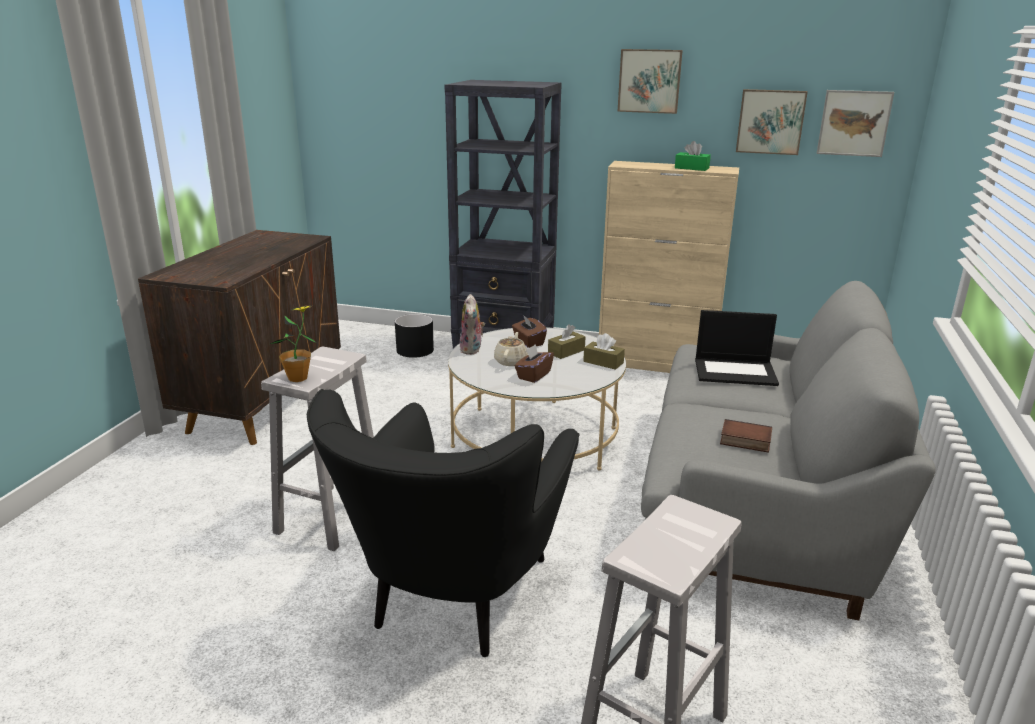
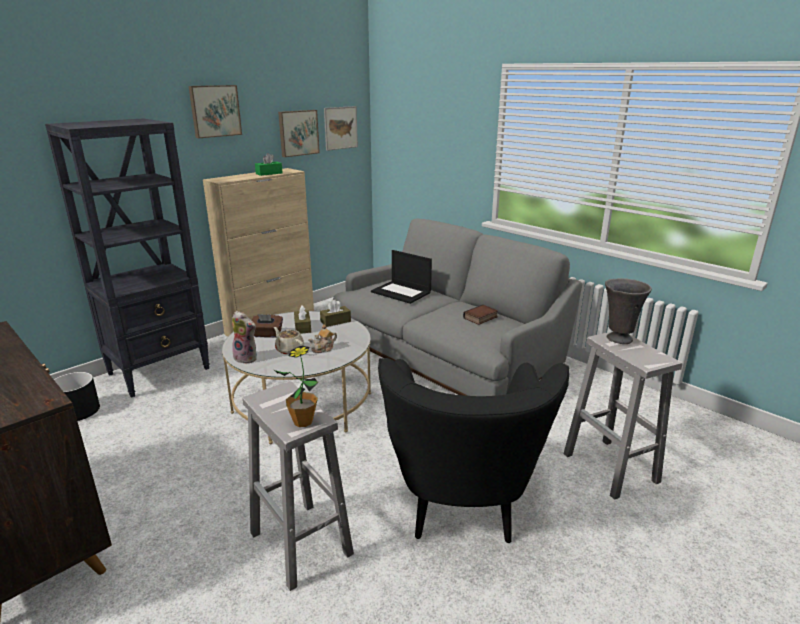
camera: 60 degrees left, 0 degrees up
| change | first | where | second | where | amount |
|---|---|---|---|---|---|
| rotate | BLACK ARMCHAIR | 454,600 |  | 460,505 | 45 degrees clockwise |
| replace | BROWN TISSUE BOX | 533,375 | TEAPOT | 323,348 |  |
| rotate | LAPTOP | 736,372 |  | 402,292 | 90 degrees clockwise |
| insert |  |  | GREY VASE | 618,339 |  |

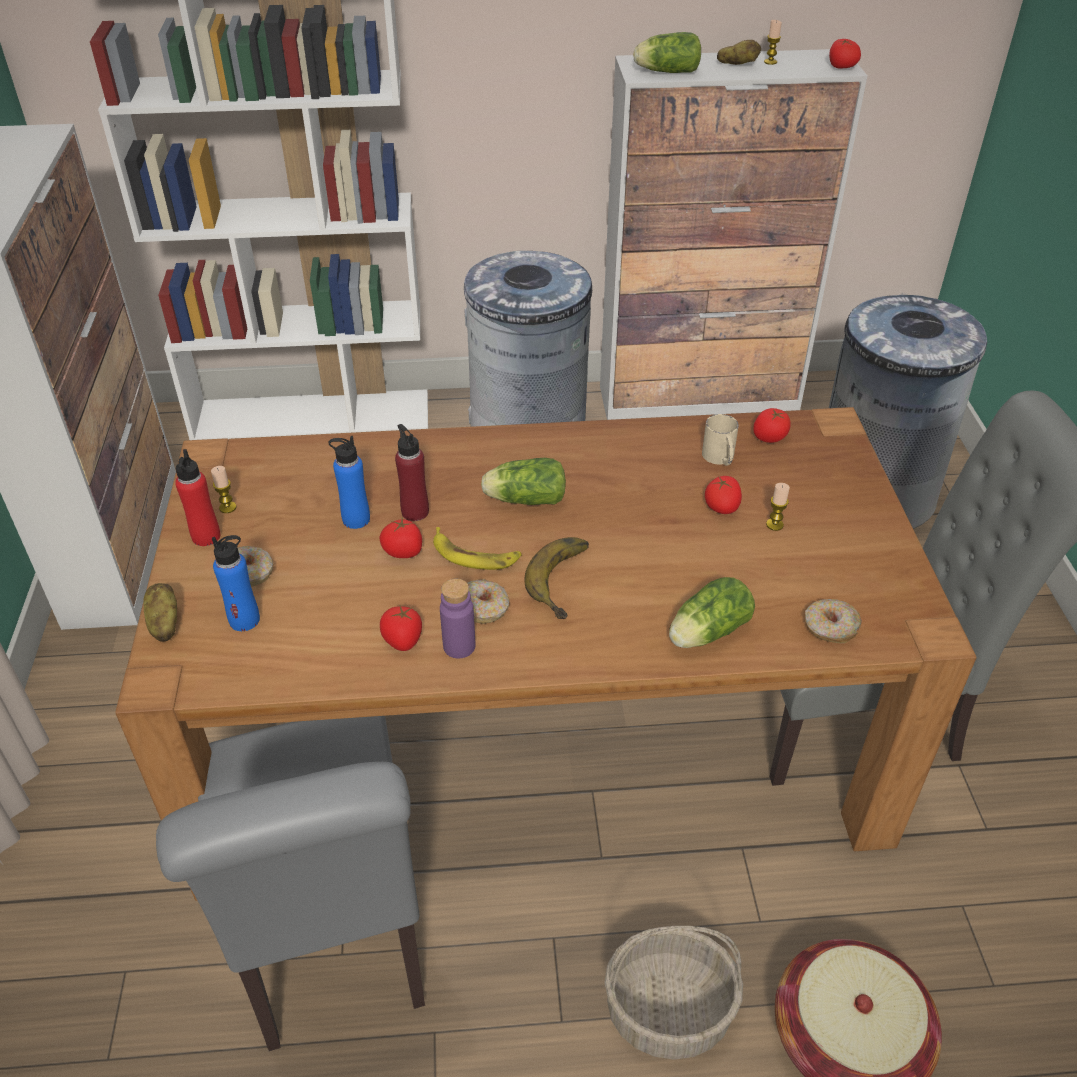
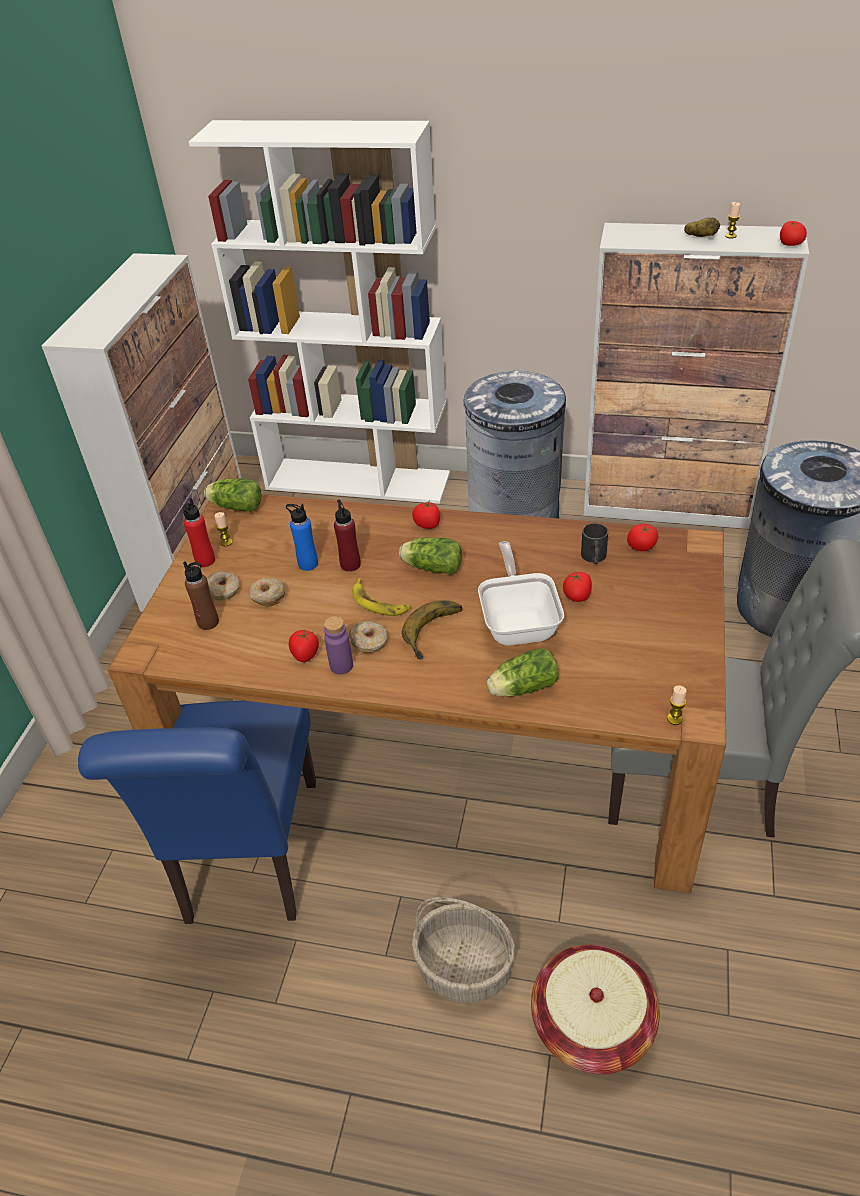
camera: 20 degrees right, 0 degrees up
| change | first | where | second | where | amount |
|---|---|---|---|---|---|
| delete | POTATO | 164,624 |  |  |  |
| recolor | GREY CHAIR | 332,938 | BLUE CHAIR | 249,859 |  |
| recolor | BLUE BOTTLE | 244,620 | BROWN BOTTLE | 208,622 |  |
| move | TOMATO | 403,551 |  | 427,524 |  |
| move | LETTUCE | 665,71 |  | 235,506 |  |
| recolor | BEIGE MUG | 720,458 | BLACK MUG | 594,558 |  |
| move | CANDLE | 774,525 |  | 674,719 |  |
| move | DONUT | 830,627 |  | 268,596 |  |
| insert |  |  | FRYING PAN | 519,622 |  |

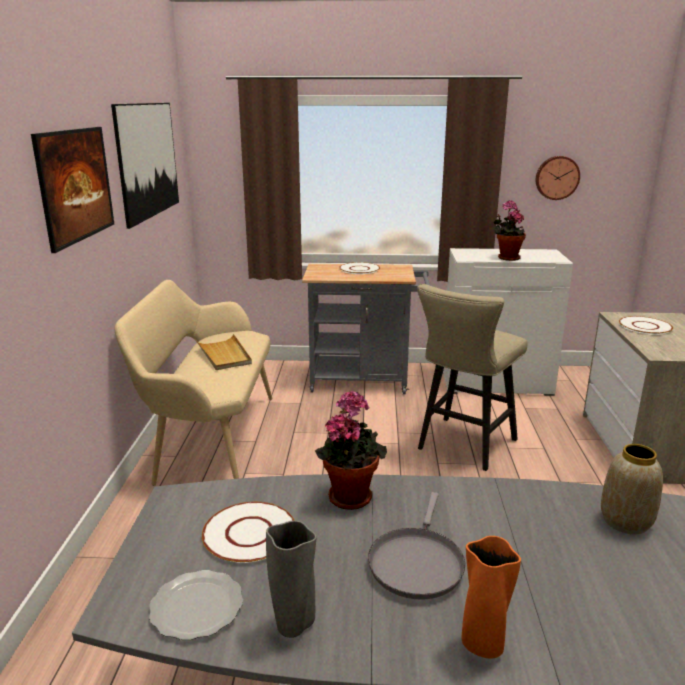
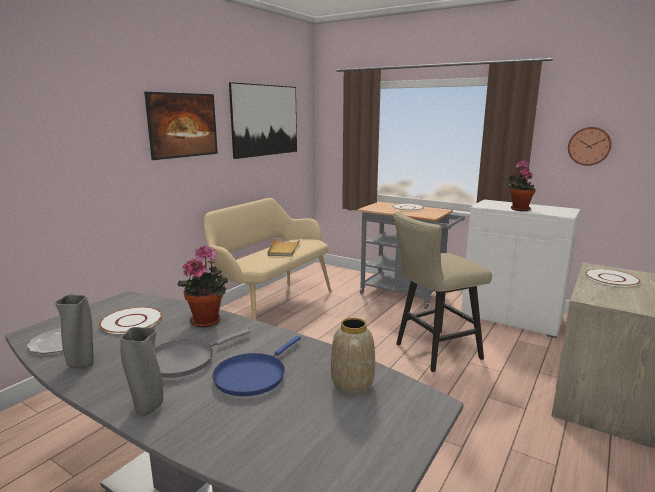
camera: 30 degrees right, 5 degrees down
| change | first | where | second | where | amount |
|---|---|---|---|---|---|
| recolor | ORANGE VASE | 483,645 | GREY VASE | 147,408 |  |
| insert |  |  | BLUE FRYING PAN | 252,375 |  |

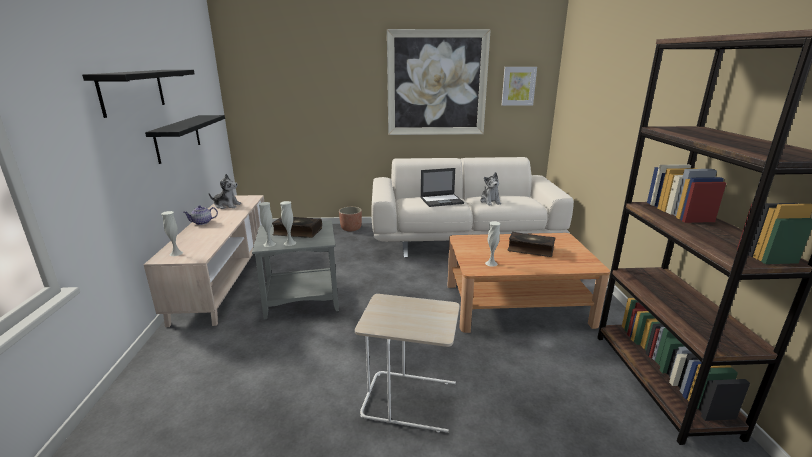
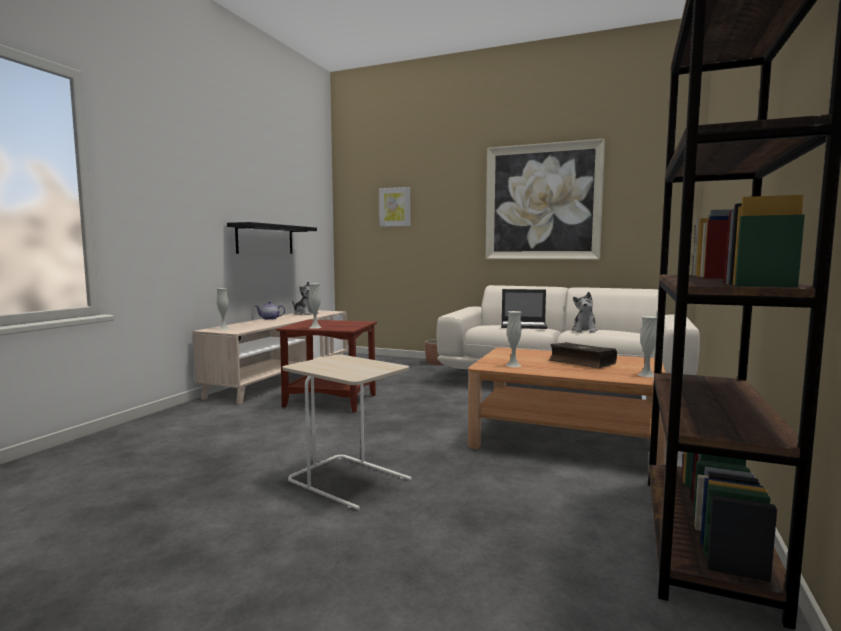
camera: 25 degrees right, 15 degrees down
| change | first | where | second | where | amount |
|---|---|---|---|---|---|
| delete | BLACK SHELF | 133,91 |  |  |  |
| recolor | GREY SIDE TABLE | 302,299 | BROWN SIDE TABLE | 331,400 |  |
| move | WHITE VASE | 269,244 |  | 646,375 |  |
| delete | BOOK | 297,232 |  |  |  |
| move | PICTURE | 518,86 |  | 395,207 |  |

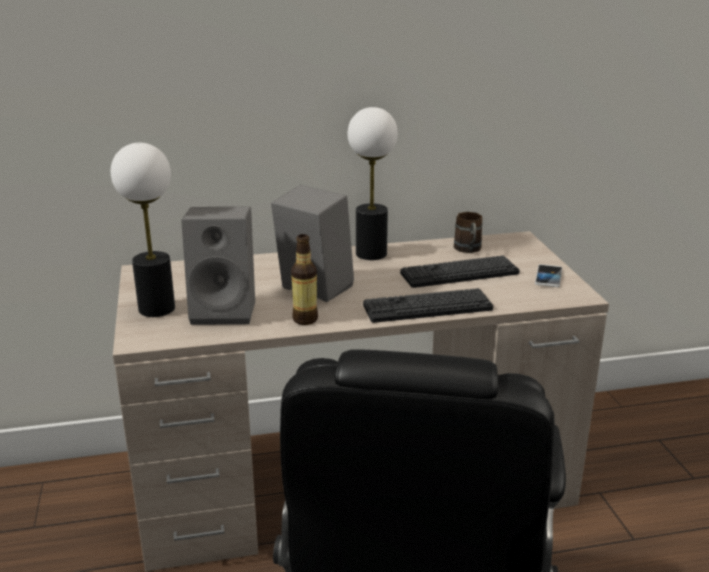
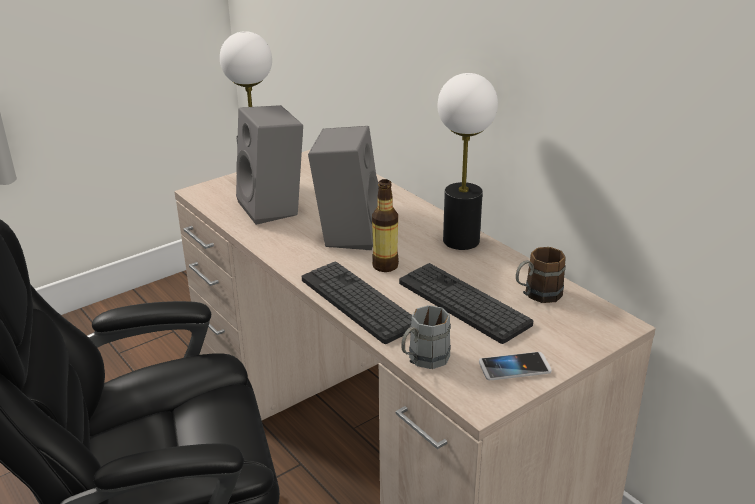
camera: 65 degrees right, 5 degrees up
| change | first | where | second | where | amount |
|---|---|---|---|---|---|
| move | BOTTLE | 305,319 |  | 385,266 |  |
| insert |  |  | GREY MUG | 423,361 |  |

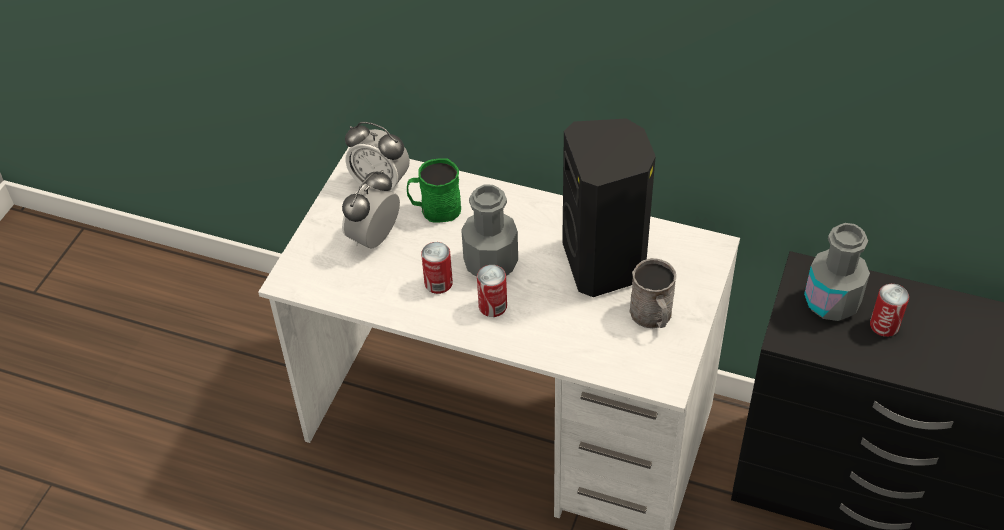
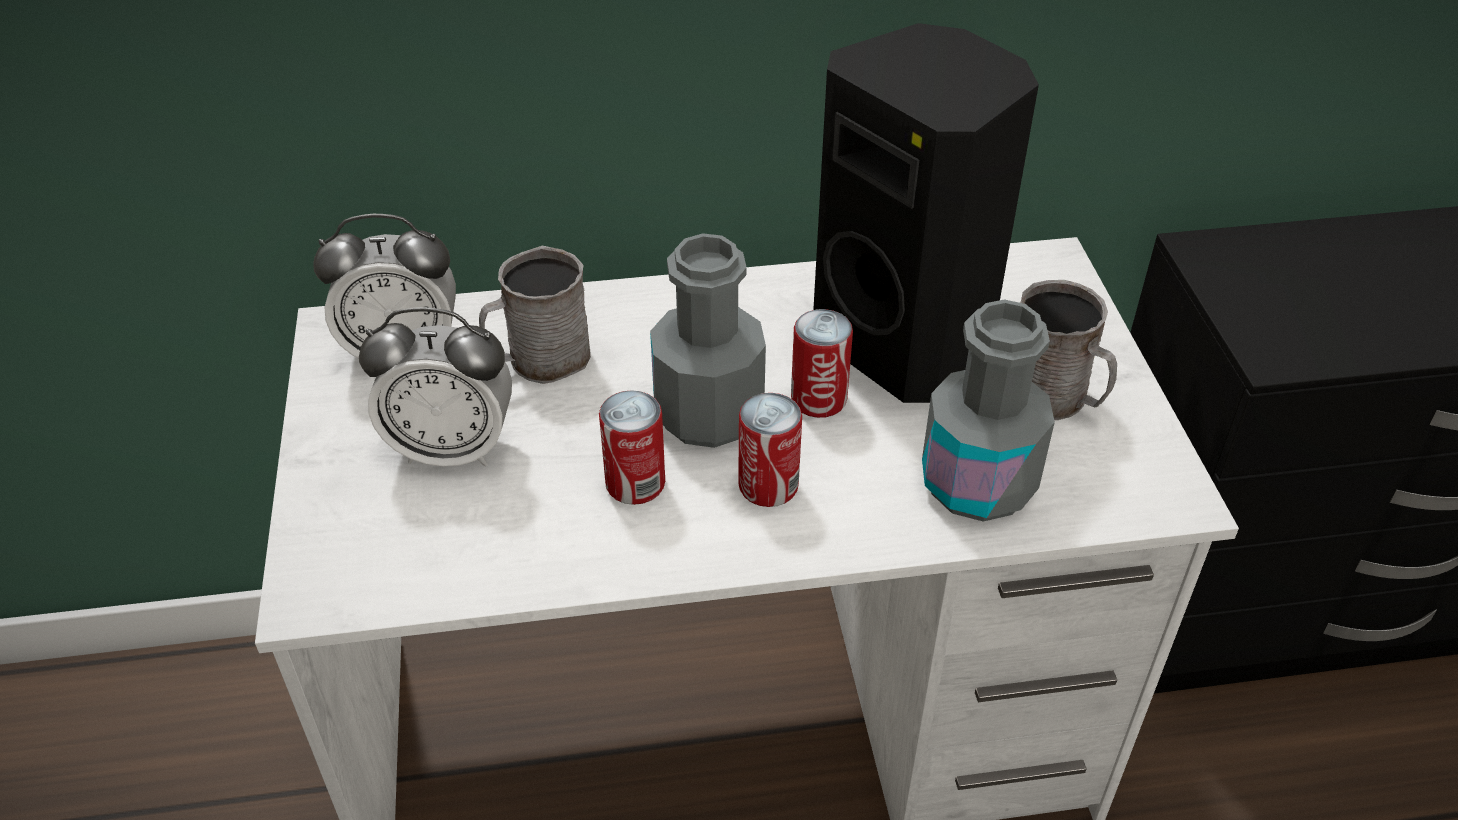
camera: 30 degrees left, 5 degrees down
| change | first | where | second | where | amount |
|---|---|---|---|---|---|
| rotate | ALARM CLOCK | 374,238 |  | 452,449 | 90 degrees counterclockwise |
| recolor | GREEN MUG | 435,209 | GREY MUG | 538,360 |  |
| move | GREY BOTTLE | 831,302 |  | 977,483 |  |
| move | CAN | 884,325 |  | 818,399 |  |

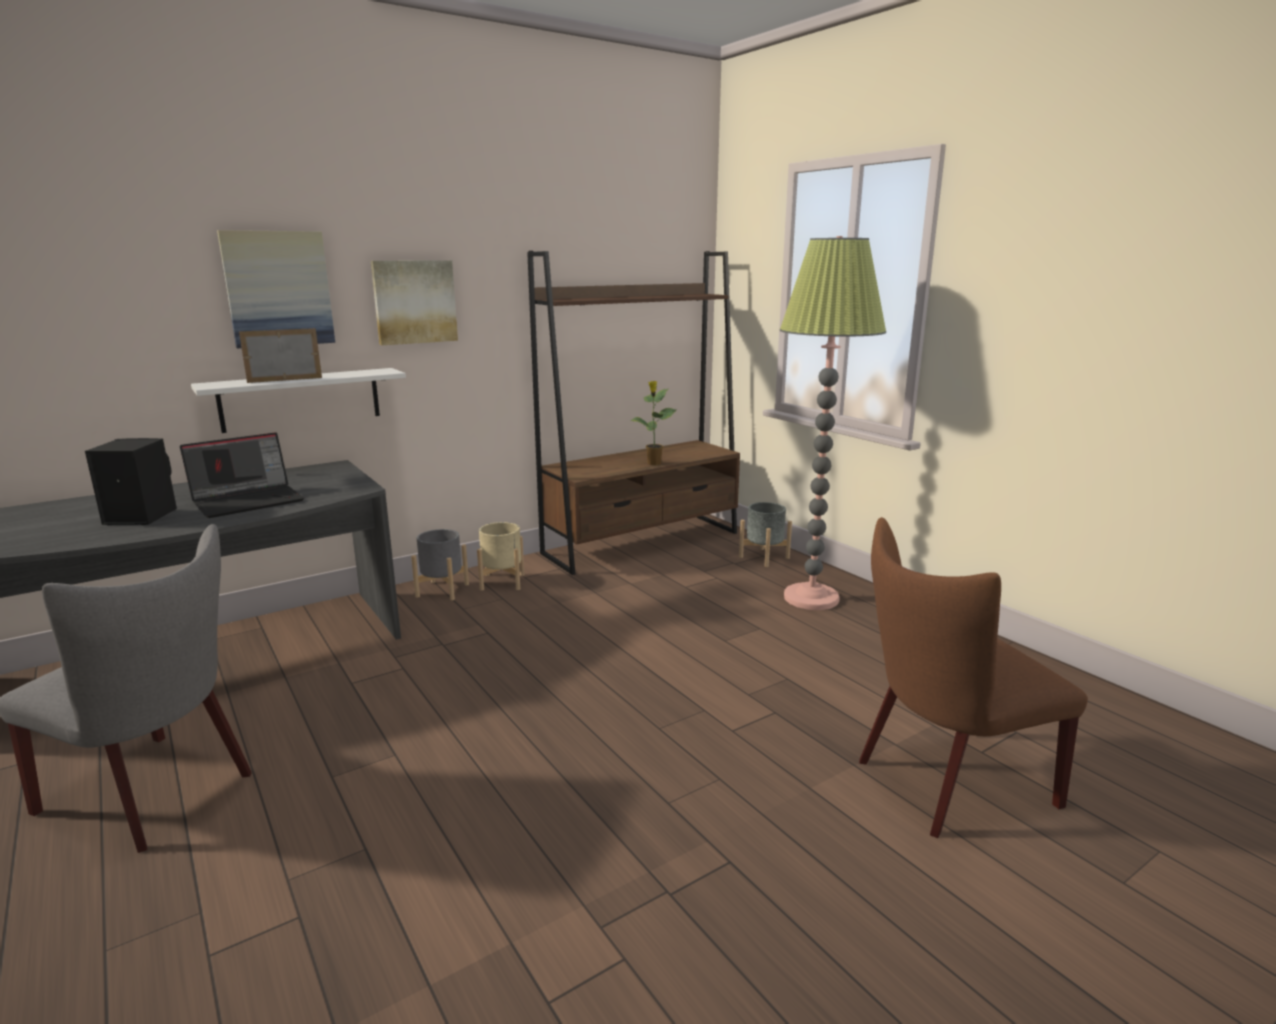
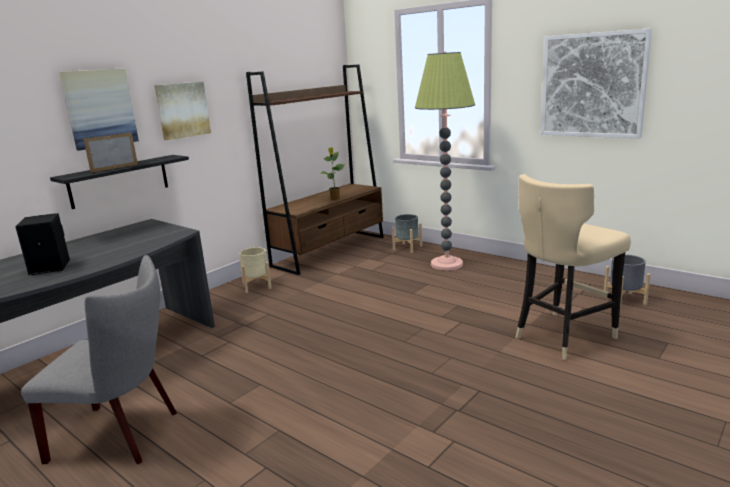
camera: 15 degrees left, 0 degrees up
| change | first | where | second | where | amount |
|---|---|---|---|---|---|
| delete | LAPTOP | 249,501 |  |  |  |
| recolor | WHITE SHELF | 301,399 | BLACK SHELF | 119,181 |  |
| move | GREY PLANTER | 442,590 |  | 624,299 |  |
| replace | BROWN CHAIR | 944,783 | BEIGE STOOL | 562,336 |  |
| insert |  |  | PICTURE | 592,85 |  |

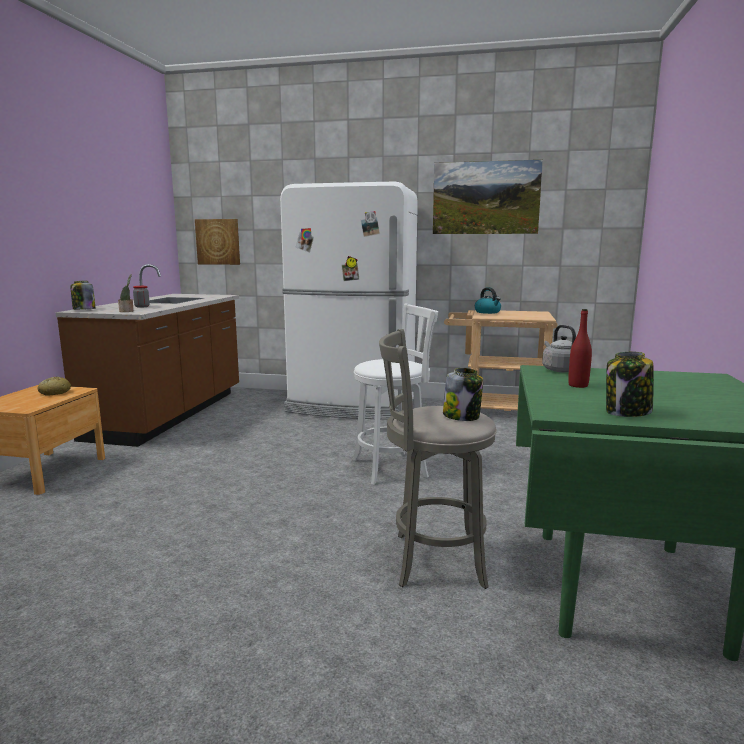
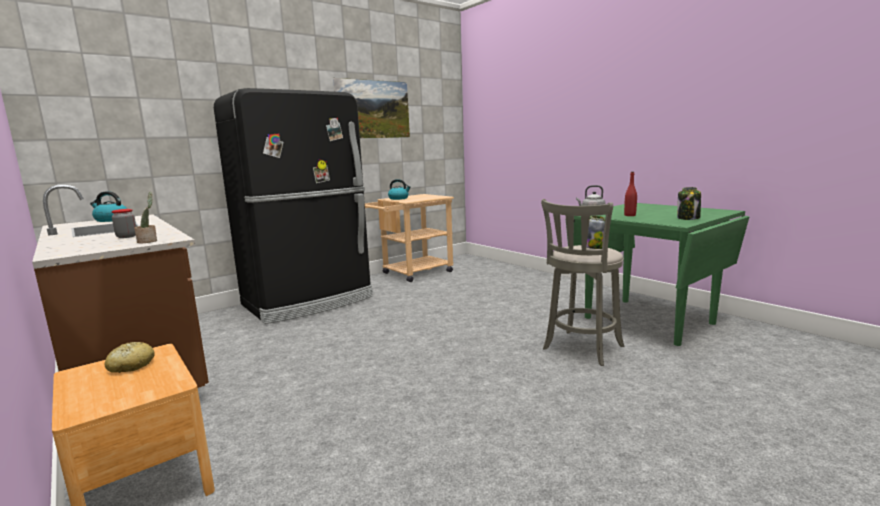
camera: 50 degrees left, 0 degrees up
| change | first | where | second | where | amount |
|---|---|---|---|---|---|
| delete | JAR | 83,310 |  |  |  |
| delete | PICTURE | 218,242 |  |  |  |
| recolor | WHITE FRIDGE | 352,406 | BLACK FRIDGE | 309,301 |  |
| delete | WHITE STOOL | 393,467 |  |  |  |
| insert |  |  | KETTLE | 111,220 |  |

